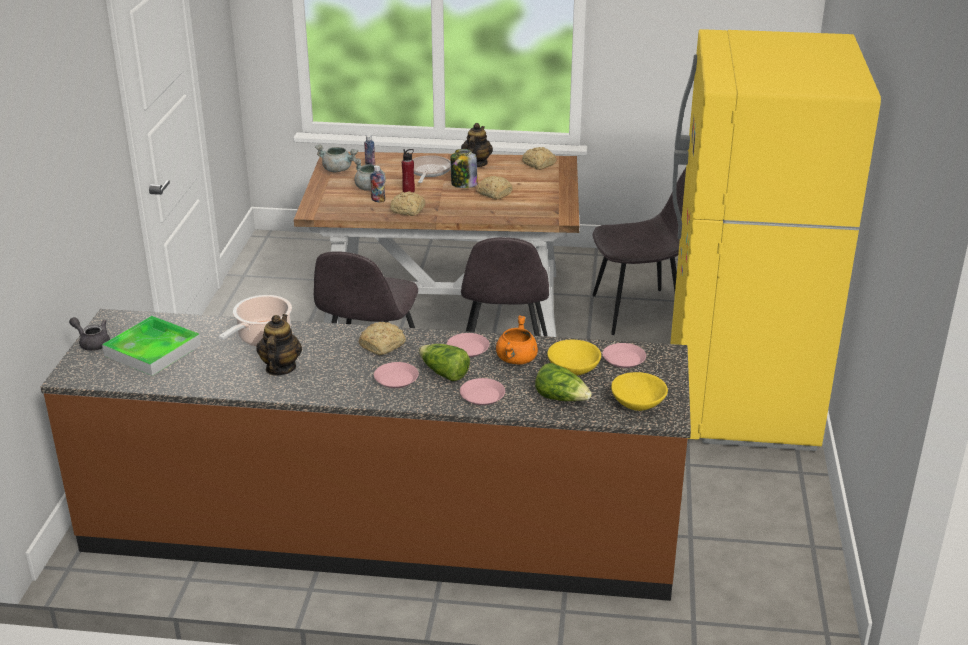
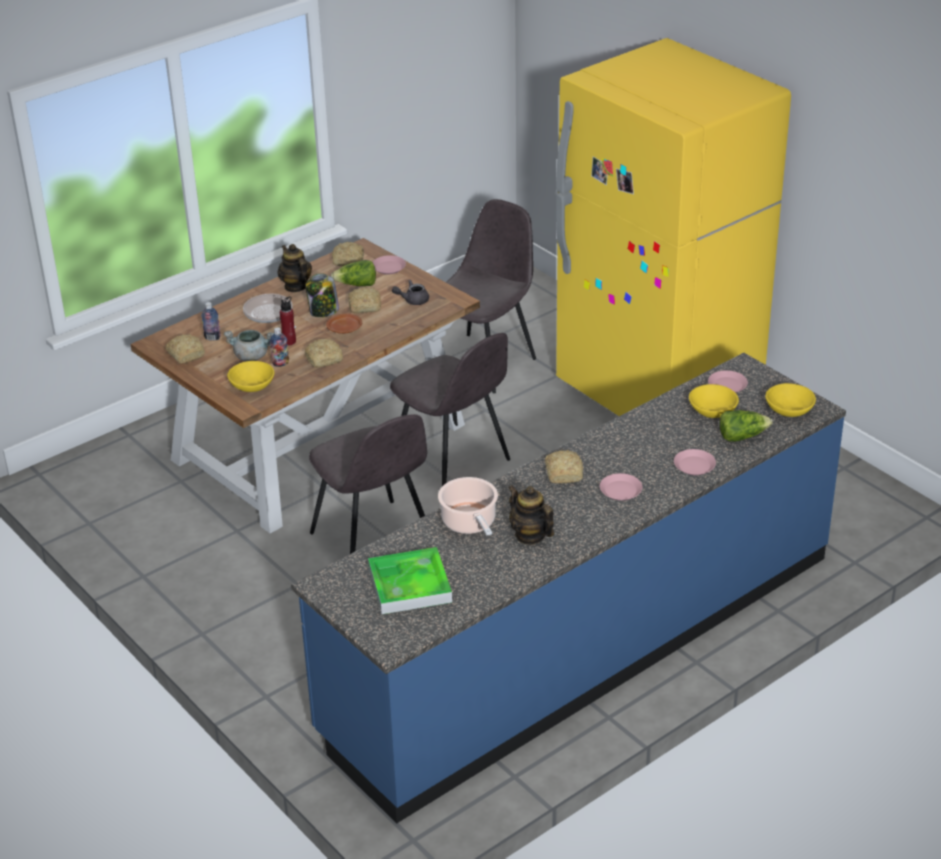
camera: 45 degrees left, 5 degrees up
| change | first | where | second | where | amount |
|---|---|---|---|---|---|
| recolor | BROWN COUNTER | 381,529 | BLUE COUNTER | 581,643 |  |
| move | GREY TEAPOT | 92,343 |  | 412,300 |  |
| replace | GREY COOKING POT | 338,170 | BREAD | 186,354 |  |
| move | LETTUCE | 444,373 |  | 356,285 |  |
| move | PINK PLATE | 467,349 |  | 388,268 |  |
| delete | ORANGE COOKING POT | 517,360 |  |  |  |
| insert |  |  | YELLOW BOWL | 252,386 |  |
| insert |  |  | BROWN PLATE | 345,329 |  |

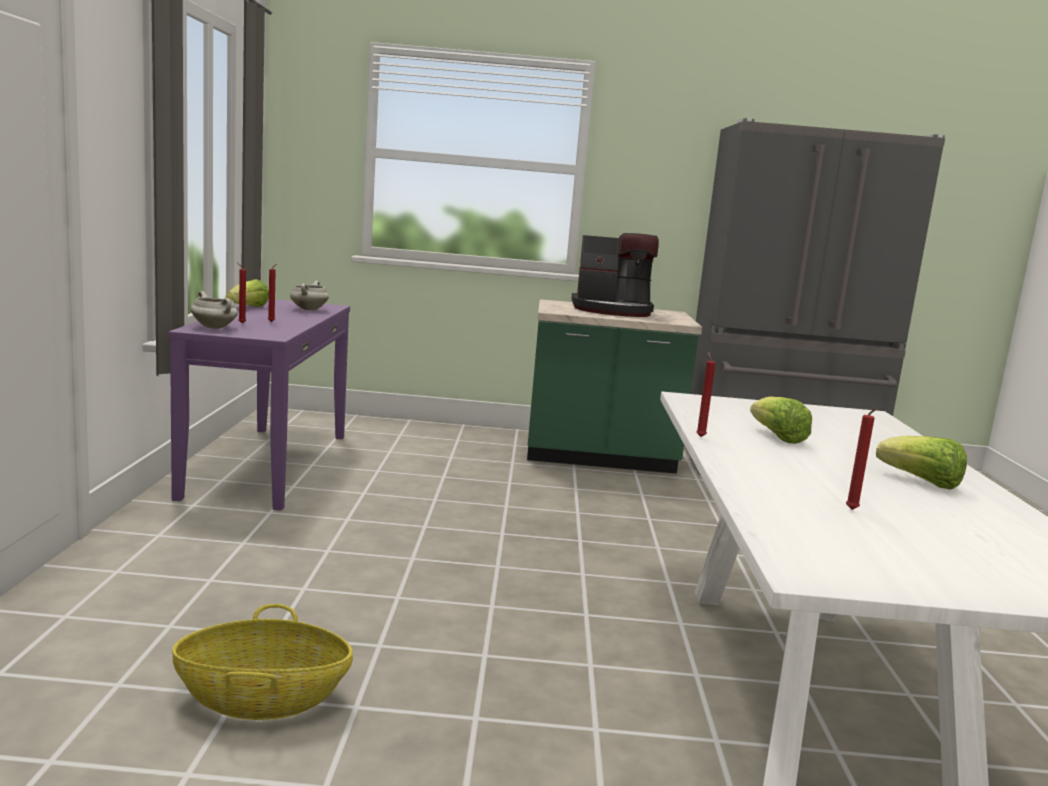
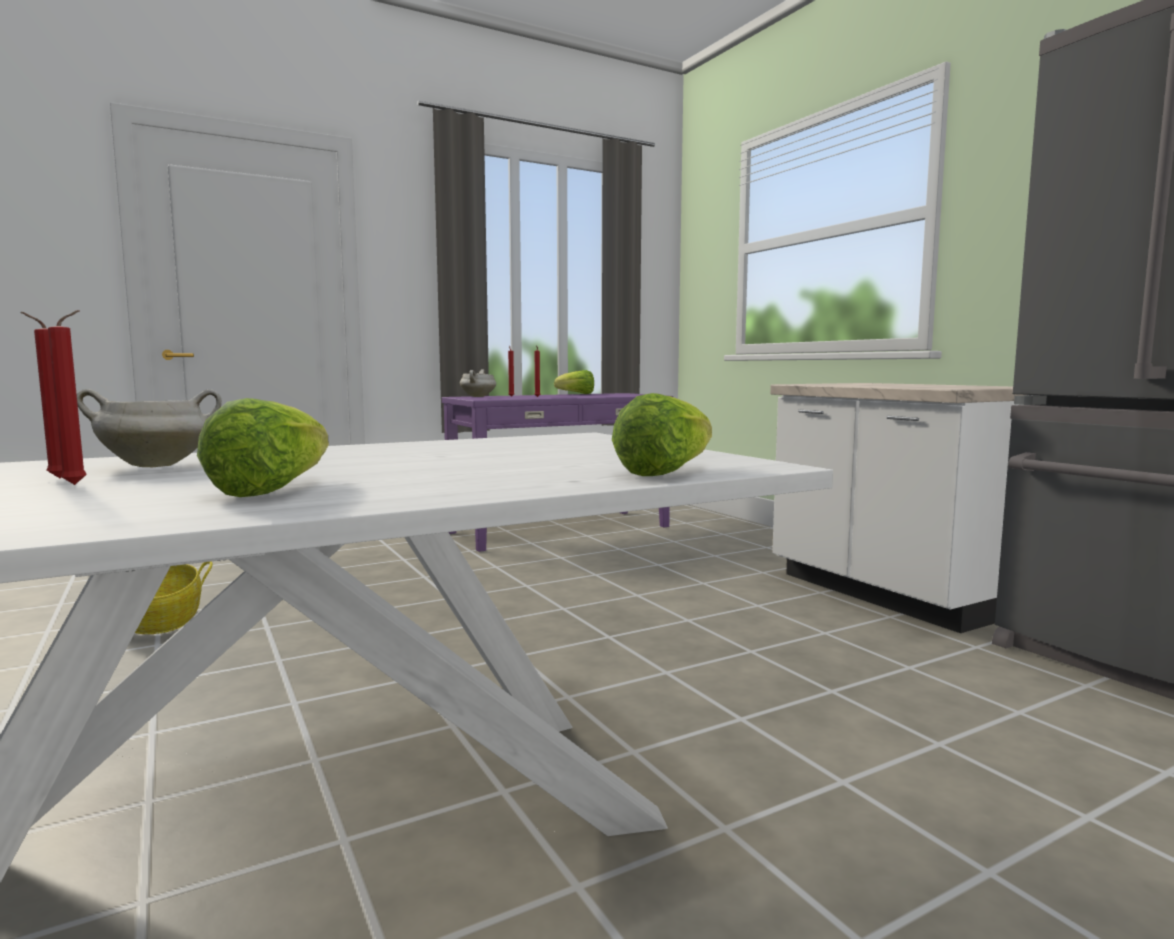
camera: 60 degrees right, 5 degrees down
| change | first | where | second | where | amount |
|---|---|---|---|---|---|
| move | WHITE COOKING POT | 309,309 |  | 158,465 |  |
| recolor | GREEN COUNTER | 600,458 | WHITE COUNTER | 890,593 |  |
| delete | COFFEE MACHINE | 612,310 |  |  |  |
| move | RED CANDLE | 700,436 |  | 79,484 |  |
| move | LETTUCE | 777,437 |  | 665,472 |  |

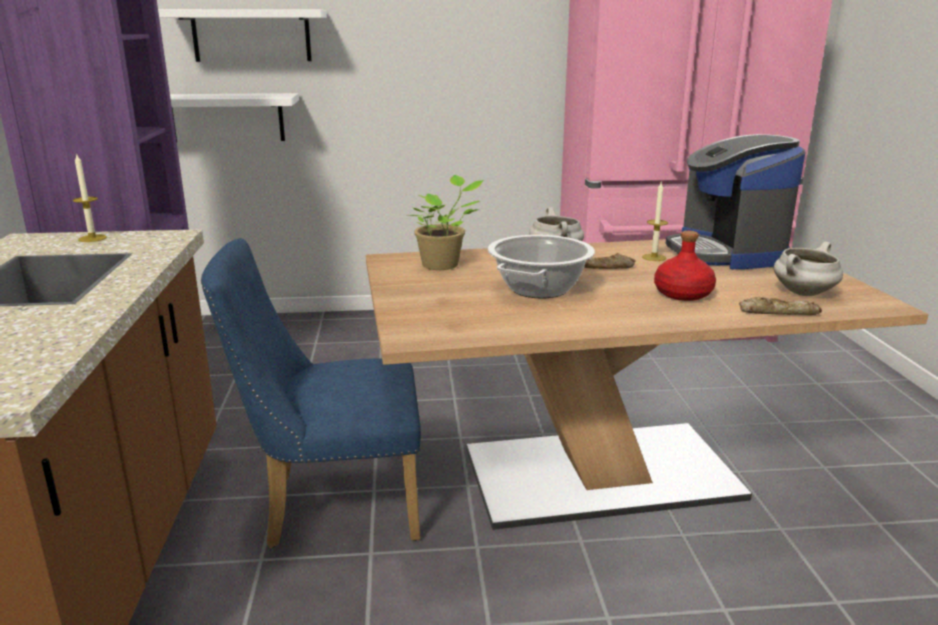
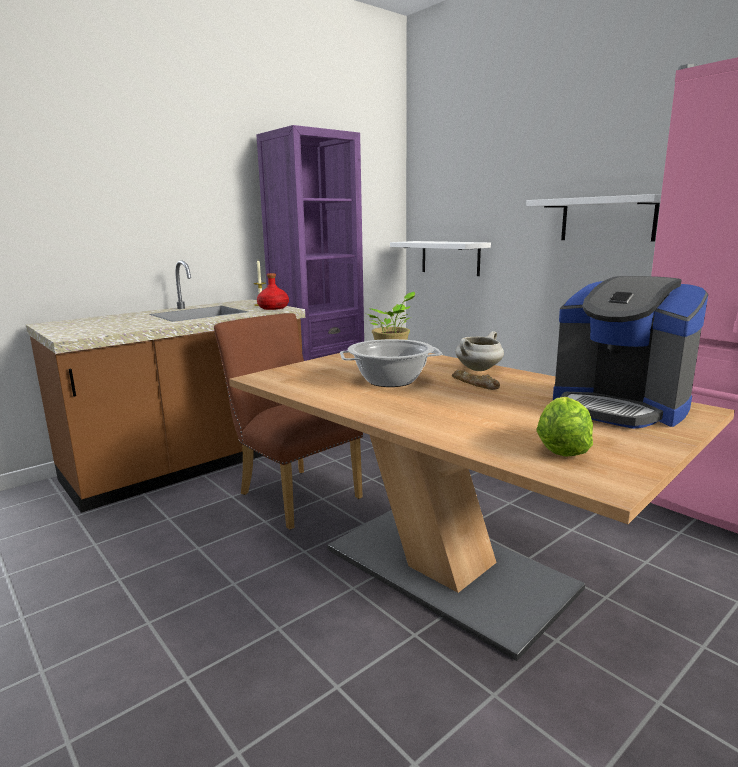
camera: 55 degrees right, 5 degrees down
| change | first | where | second | where | amount |
|---|---|---|---|---|---|
| move | WHITE SHELF | 251,35 |  | 607,219 |  |
| recolor | BLUE CHAIR | 331,506 | BROWN CHAIR | 294,493 |  |
| delete | CANDLE | 654,257 |  |  |  |
| move | RED BOTTLE | 682,294 |  | 273,308 |  |
| rotate | COFFEE MACHINE | 726,253 |  | 619,407 | 90 degrees counterclockwise |
| delete | BREAD | 778,312 |  |  |  |
| replace | WHITE COOKING POT | 803,293 | LETTUCE | 561,448 |  |

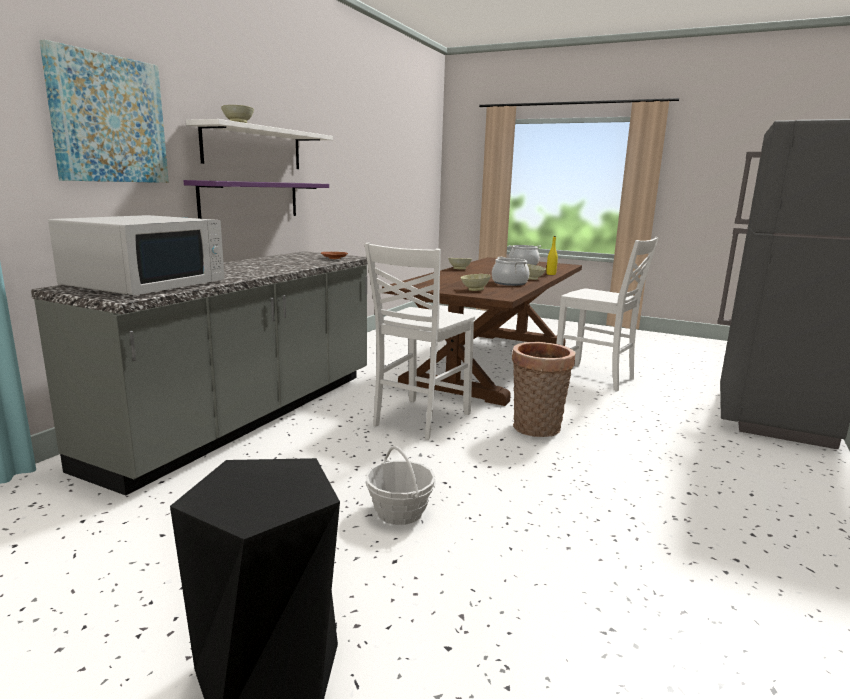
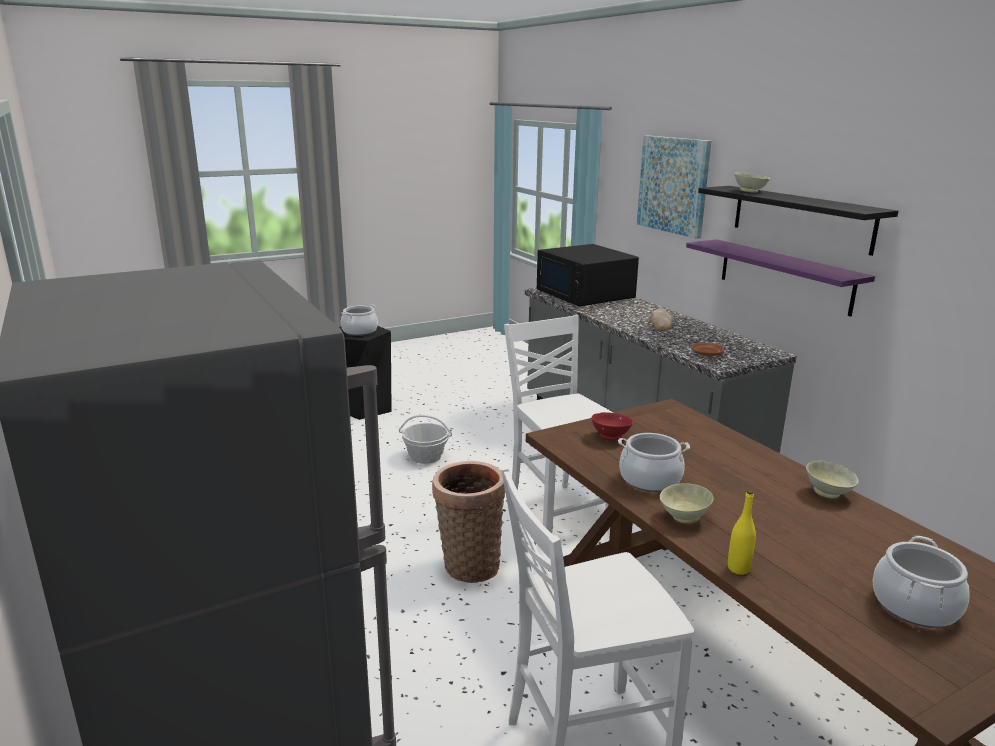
camera: 125 degrees right, 5 degrees up
| change | first | where | second | where | amount |
|---|---|---|---|---|---|
| recolor | WHITE MICROWAVE | 146,284 | BLACK MICROWAVE | 585,295 |  |
| recolor | WHITE SHELF | 253,148 | BLACK SHELF | 801,218 |  |
| recolor | BEIGE BOWL | 474,290 | RED BOWL | 611,436 |  |
| insert |  |  | COOKING POT | 360,331 |  |
| insert |  |  | BREAD | 661,323 |  |

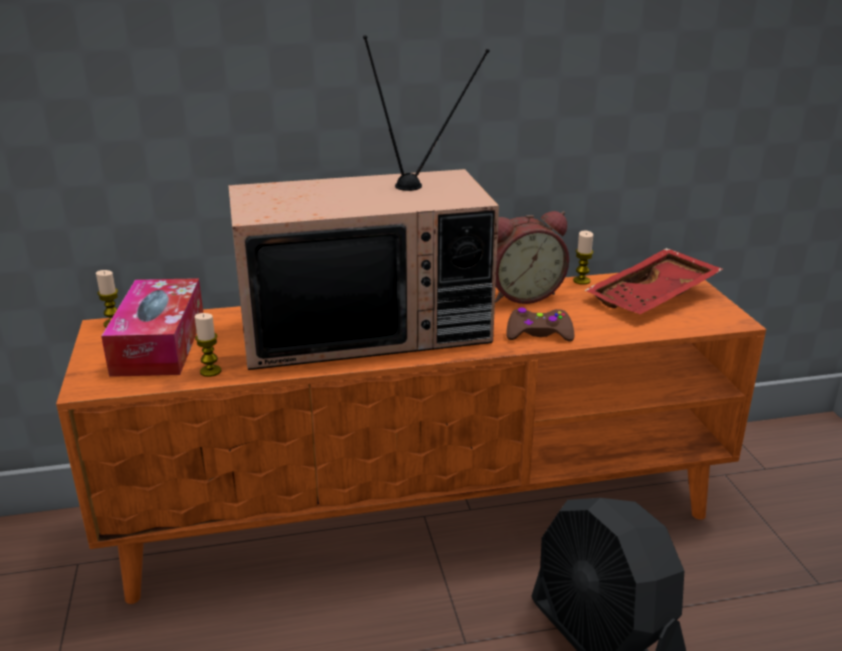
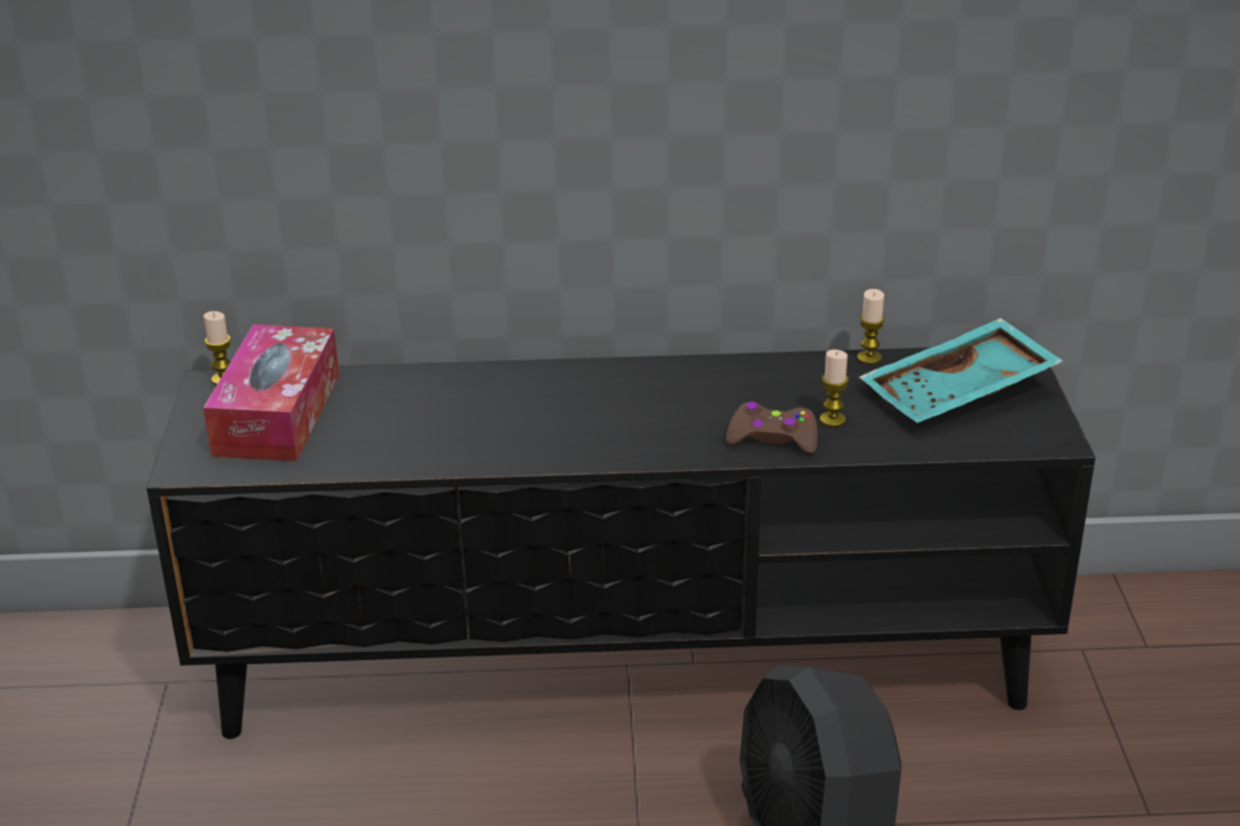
camera: 10 degrees right, 5 degrees up
| change | first | where | second | where | amount |
|---|---|---|---|---|---|
| recolor | ORANGE TV STAND | 422,513 | BLACK TV STAND | 626,662 |  |
| move | CANDLE | 210,371 |  | 832,420 |  |
| delete | TELEVISION | 366,326 |  |  |  |
| delete | ALARM CLOCK | 520,294 |  |  |  |
| recolor | RED TRAY | 653,297 | TURQUOISE TRAY | 960,394 |  |

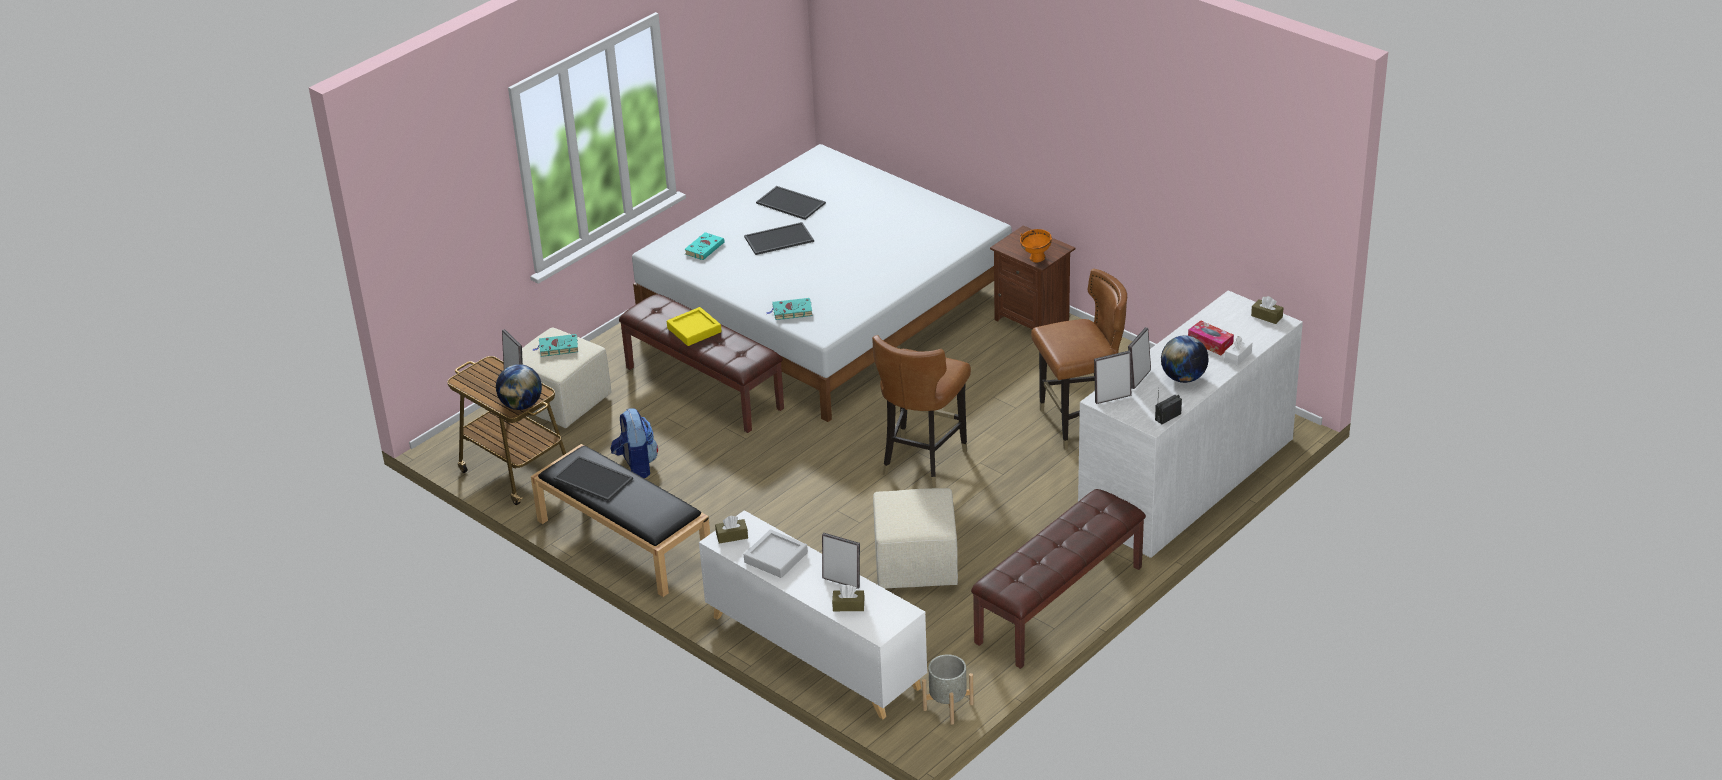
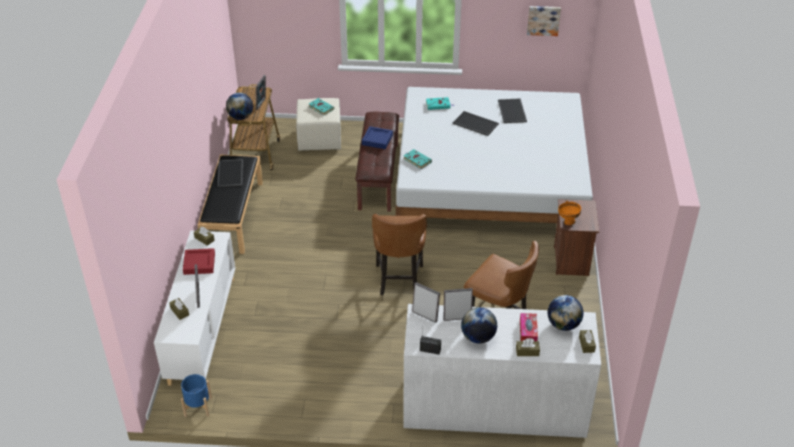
camera: 50 degrees right, 5 degrees up
| change | first | where | second | where | amount |
|---|---|---|---|---|---|
| delete | BACKPACK | 636,465 |  |  |  |
| recolor | YELLOW TRAY | 694,330 | BLUE TRAY | 377,140 |  |
| recolor | GREY TRAY | 776,557 | RED TRAY | 199,264 |  |
| rotate | BROWN CHAIR | 922,460 |  | 398,284 | 75 degrees counterclockwise |
| delete | BEIGE OTTOMAN | 916,566 |  |  |  |
| recolor | GREY PLANTER | 948,706 | BLUE PLANTER | 198,407 |  |
| delete | BROWN BENCH | 1060,605 |  |  |  |
| recolor | WHITE TISSUE BOX | 1237,357 | BROWN TISSUE BOX | 527,352 |  |
| insert |  |  | PICTURE | 543,20 |  |
| insert |  |  | GLOBE | 563,325 |  |

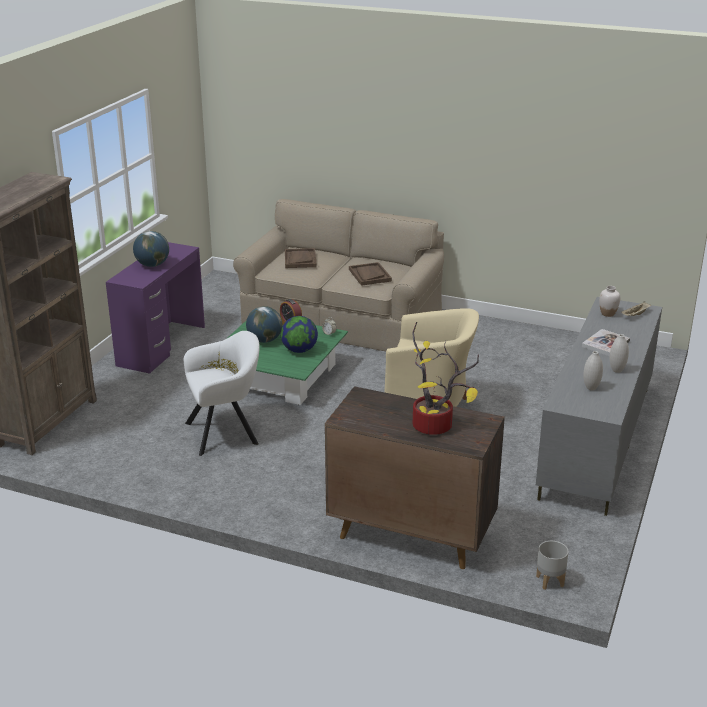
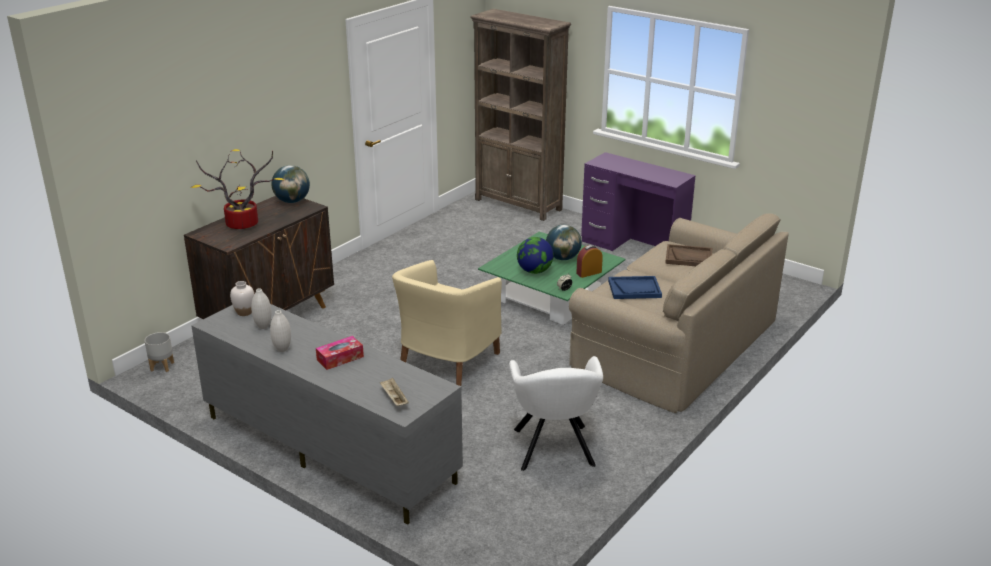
camera: 105 degrees right, 0 degrees up
| change | first | where | second | where | amount |
|---|---|---|---|---|---|
| move | GLOBE | 152,265 |  | 292,201 |  |
| move | WHITE ARMCHAIR | 226,432 |  | 554,450 |  |
| recolor | BROWN TRAY | 369,275 | BLUE TRAY | 634,289 |  |
| replace | BOOK | 605,344 | TISSUE BOX | 340,358 |  |
| move | WHITE VASE | 607,314 |  | 244,312 |  |

